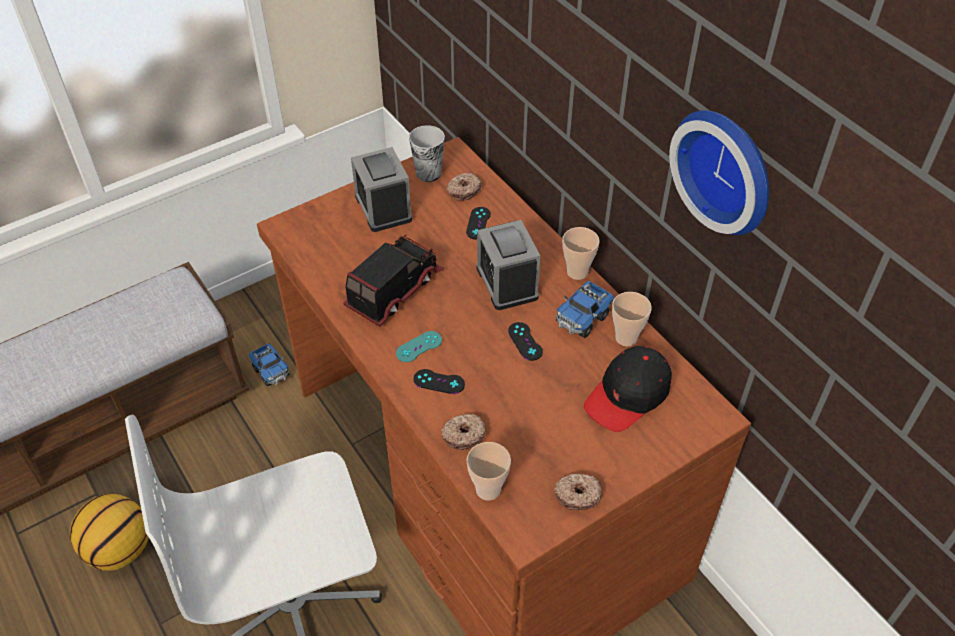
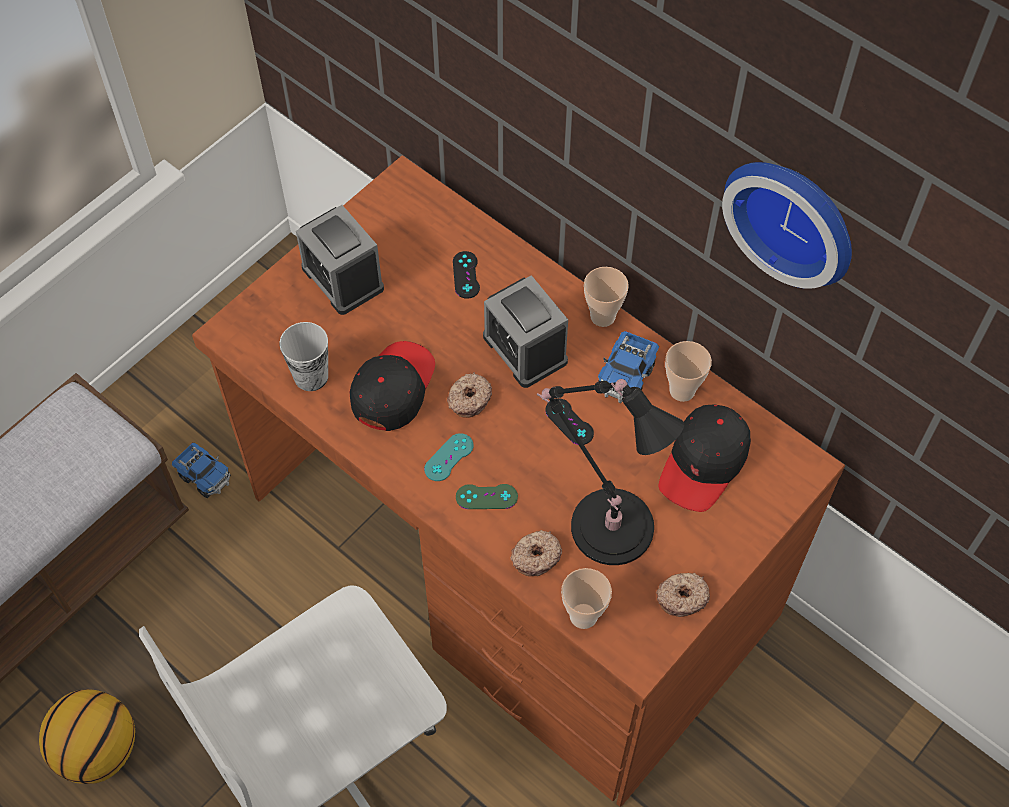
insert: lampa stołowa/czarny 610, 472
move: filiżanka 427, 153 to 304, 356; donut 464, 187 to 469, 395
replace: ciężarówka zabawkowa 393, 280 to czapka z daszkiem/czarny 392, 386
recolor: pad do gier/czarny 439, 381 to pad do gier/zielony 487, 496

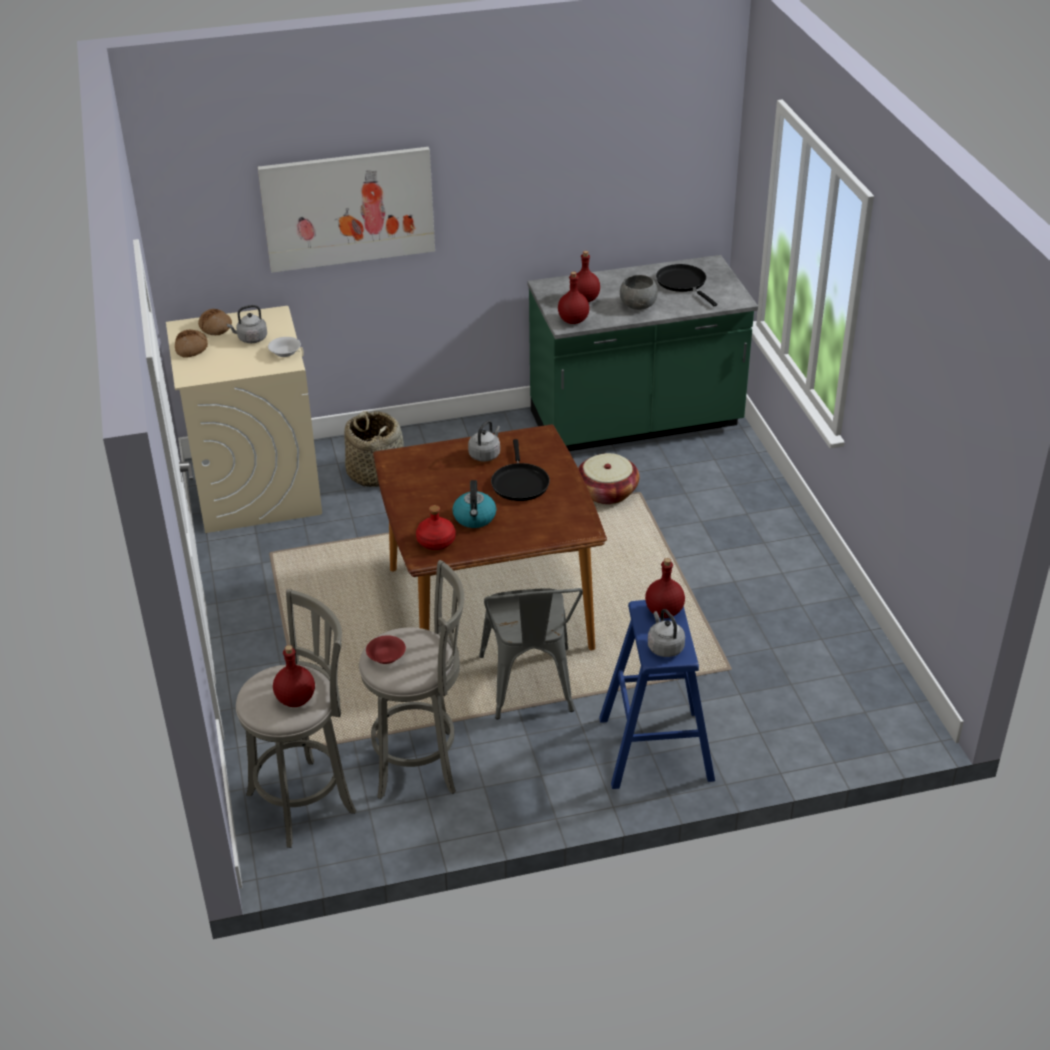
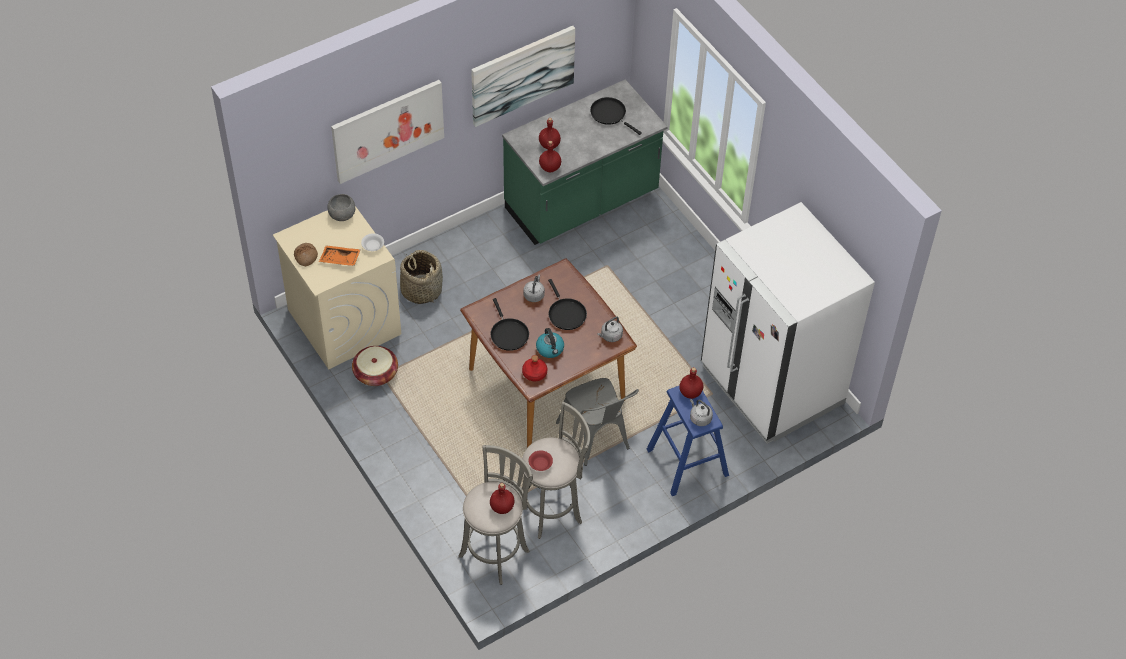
delete: chleb 215, 322
insert: taca/pomarańczowy 340, 256; obraz 523, 76; patelnia/czarny 510, 324; lodówka/biały 788, 323
move: czajnik/szary 247, 324 to 610, 329; koszyk 608, 478 to 375, 366; miska/szary 639, 292 to 341, 207

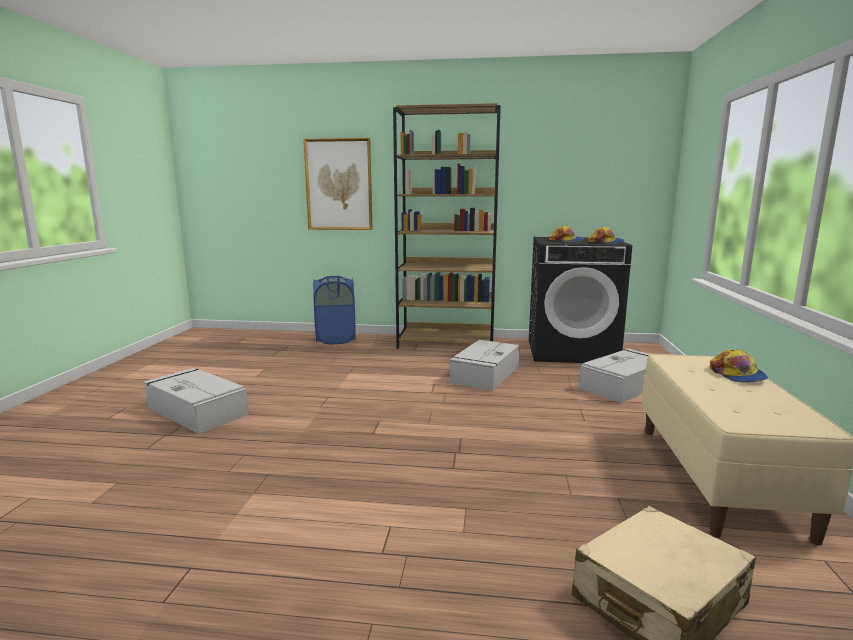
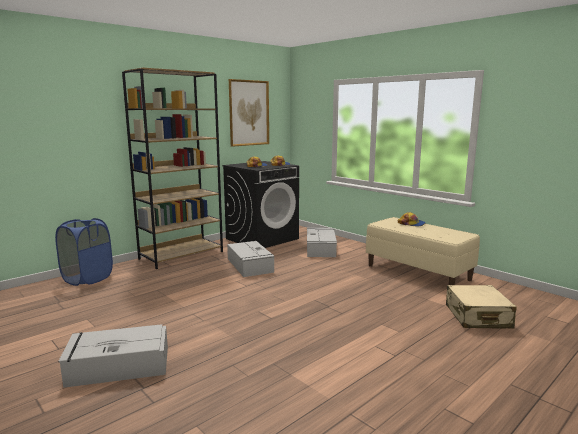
move: obraz 338, 184 to 249, 113

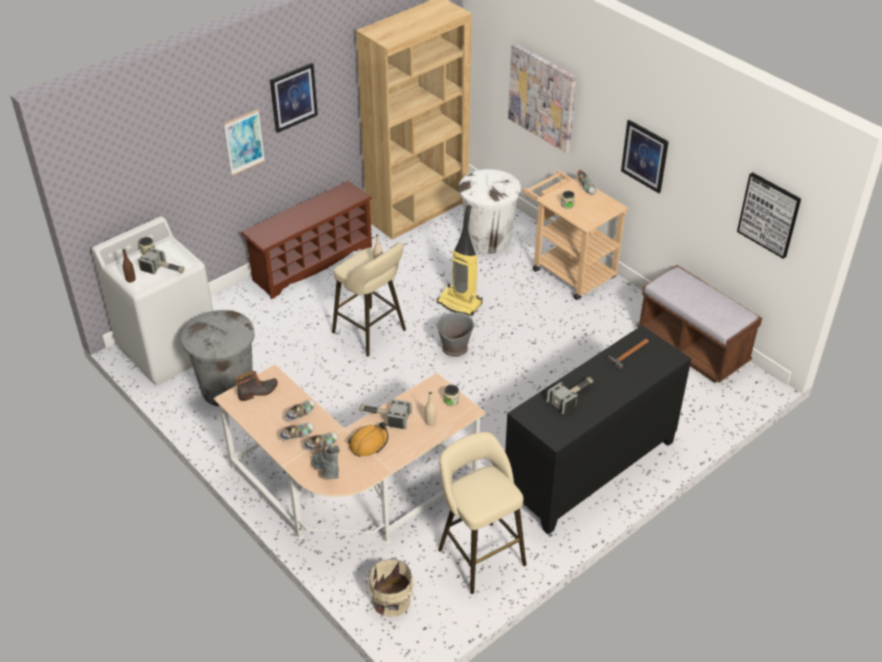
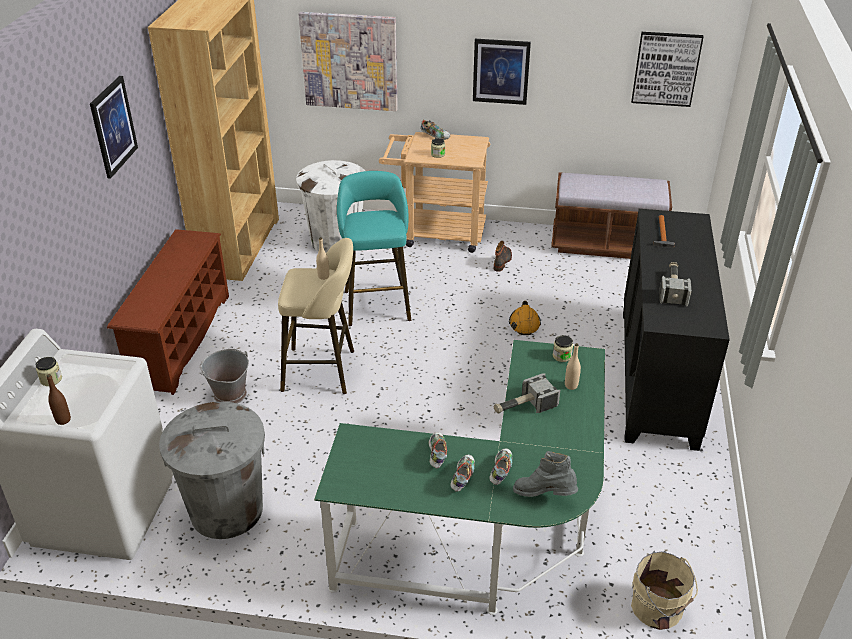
delete: młotek 161, 261; obraz 244, 142; stołek/beżowy 482, 513
move: but z cholewką 256, 386 to 503, 256; kask/pomarańczowy 368, 439 to 525, 318; wiadro/szary 455, 334 to 224, 376
replace: odkurzacz 459, 260 to stołek/turkusowy 374, 248
recolor: biurko/beżowy 349, 454 to biurko/zielony 459, 477

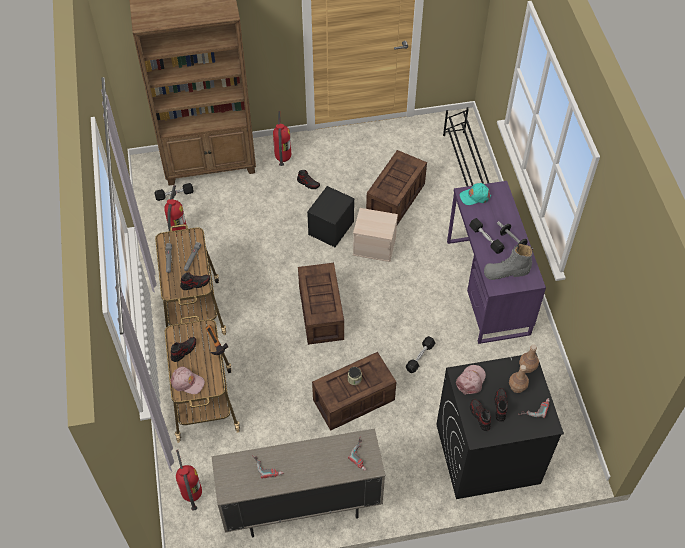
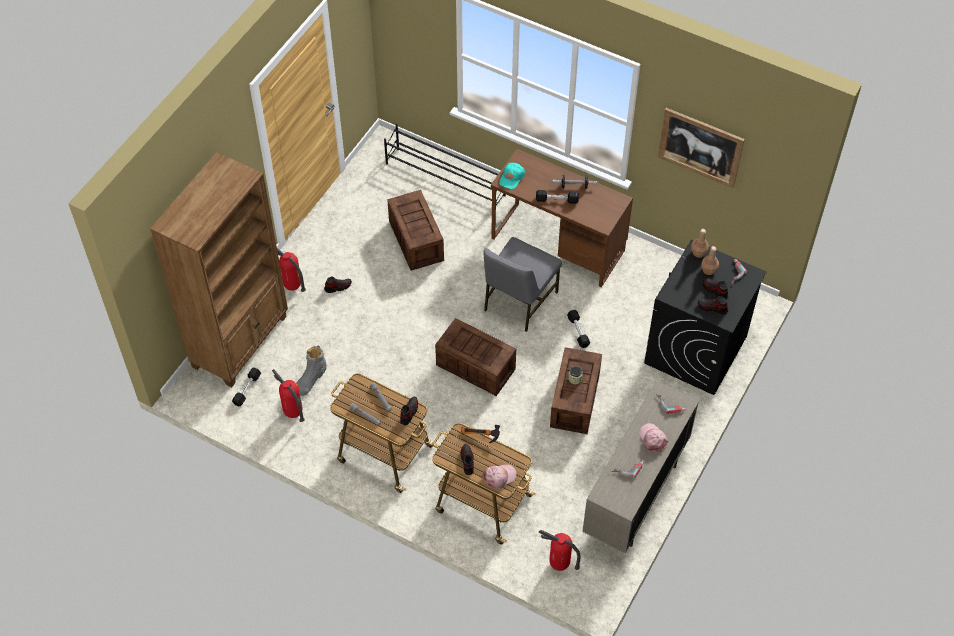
delete: pojemnik do przechowywania/czarny 331, 216; pojemnik do przechowywania/beżowy 375, 235
insert: krzesło/szary 522, 284; obraz 701, 148
move: czapka z daszkiem/różowy 471, 380 to 653, 437; but z cholewką/szary 508, 262 to 311, 371
recolor: biurko/fioletowy 496, 262 to biurko/brązowy 562, 218

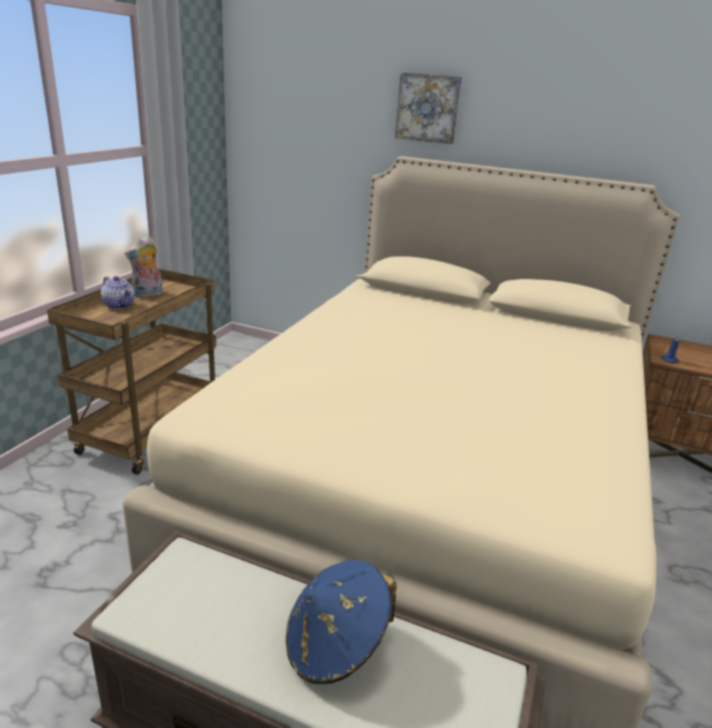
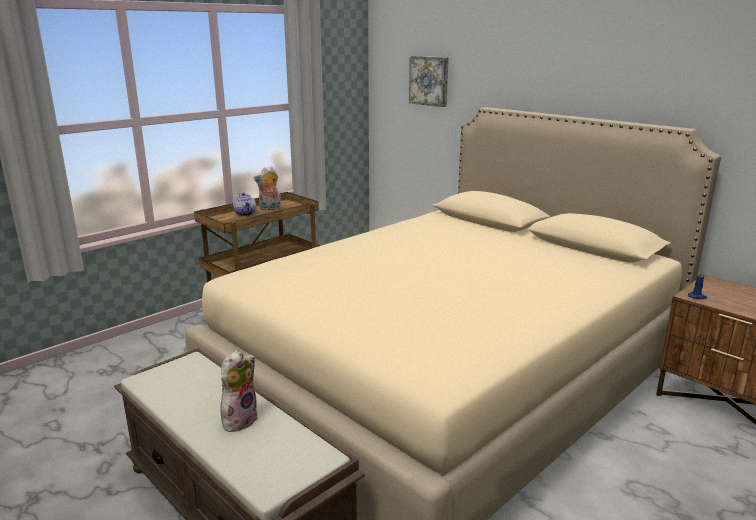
move: obraz 428, 108 to 429, 81
replace: kapelusz/niebieski 341, 622 to pluszak 239, 391

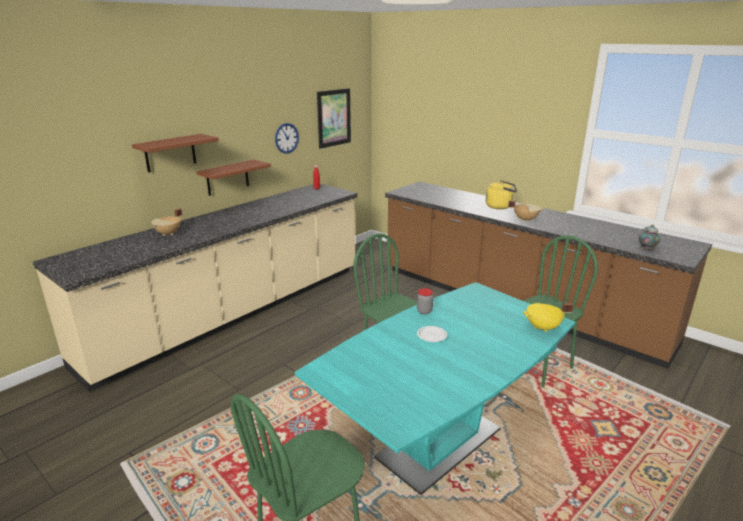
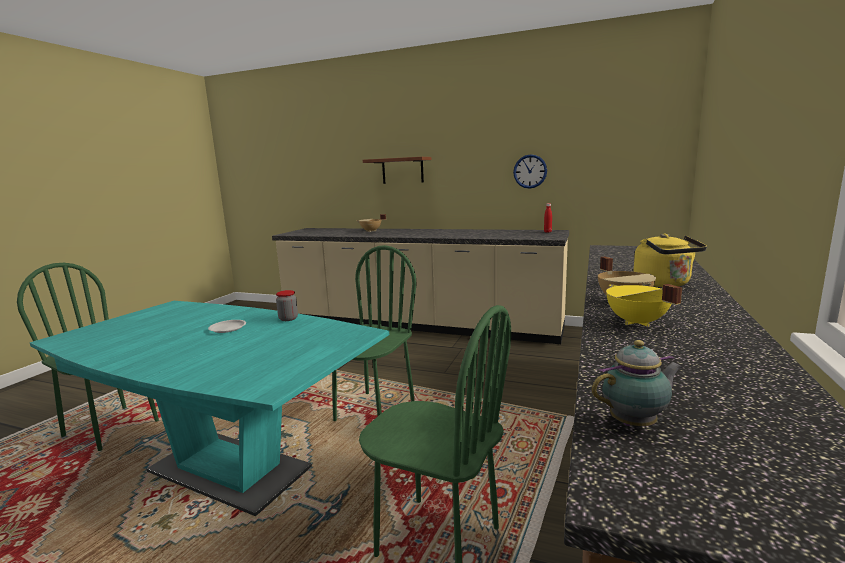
delete: półka/brązowy 234, 178; obraz 334, 118
move: garnek/żółty 548, 317 to 644, 305

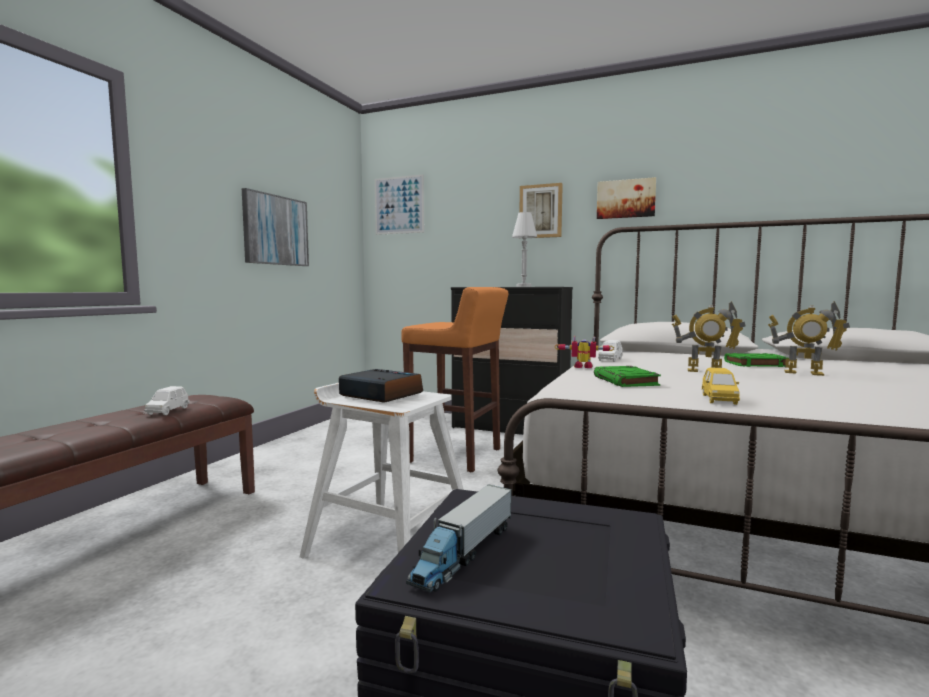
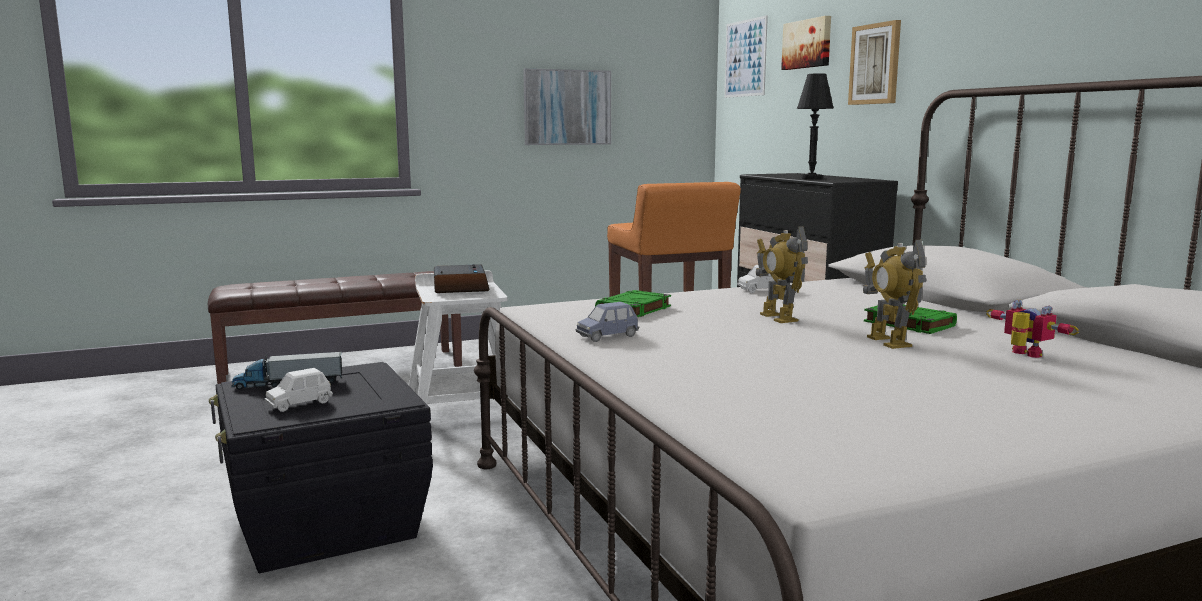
move: samochodzik/biały 167, 400 to 299, 390; robot zabawkowy 584, 352 to 1032, 328; obraz 626, 198 to 806, 43
recolor: lampa stołowa/biały 524, 249 to lampa stołowa/czarny 815, 126; samochodzik/żółty 721, 386 to samochodzik/niebieski 607, 322

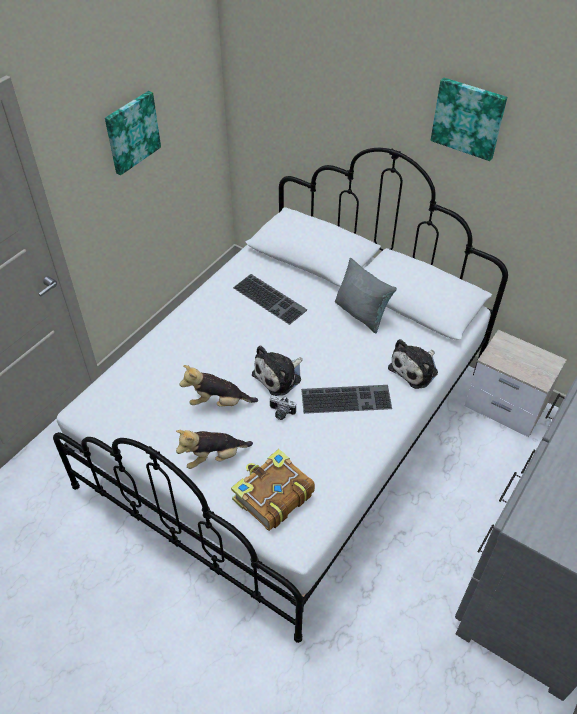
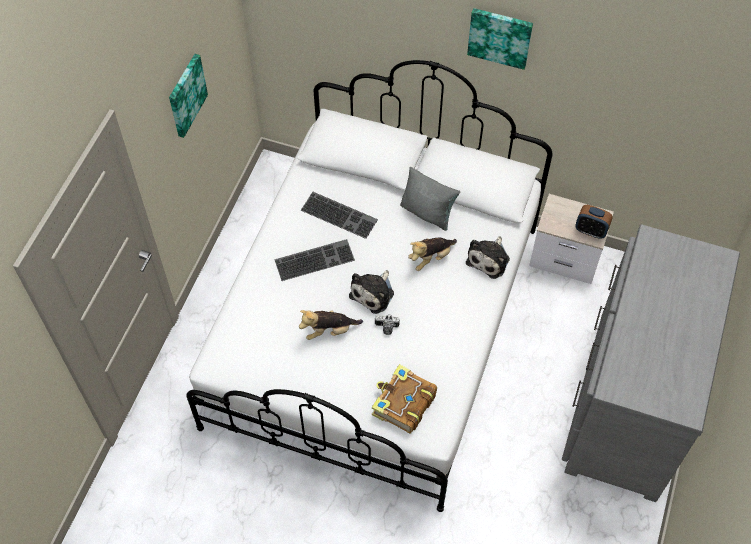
insert: budzik 594, 222
move: pluszak 214, 449 to 432, 254; klawiatura 346, 399 to 315, 260

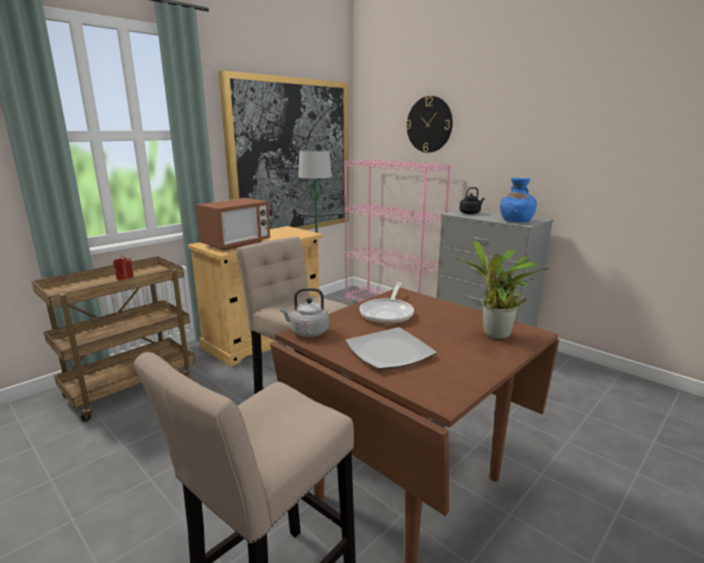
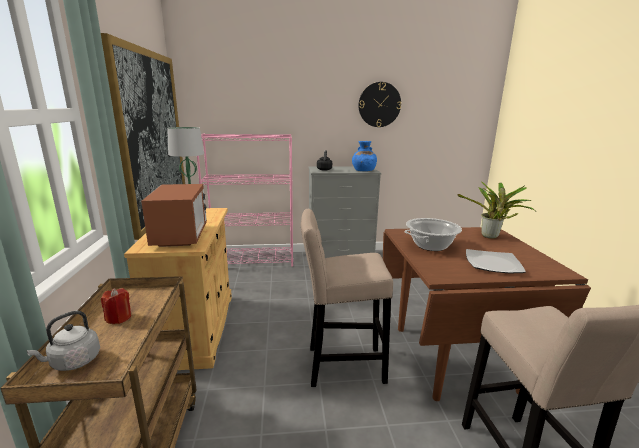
move: czajnik/szary 304, 312 to 63, 341; zegar ścienny 429, 124 to 380, 104
replace: patelnia 387, 303 to garnek 433, 234

